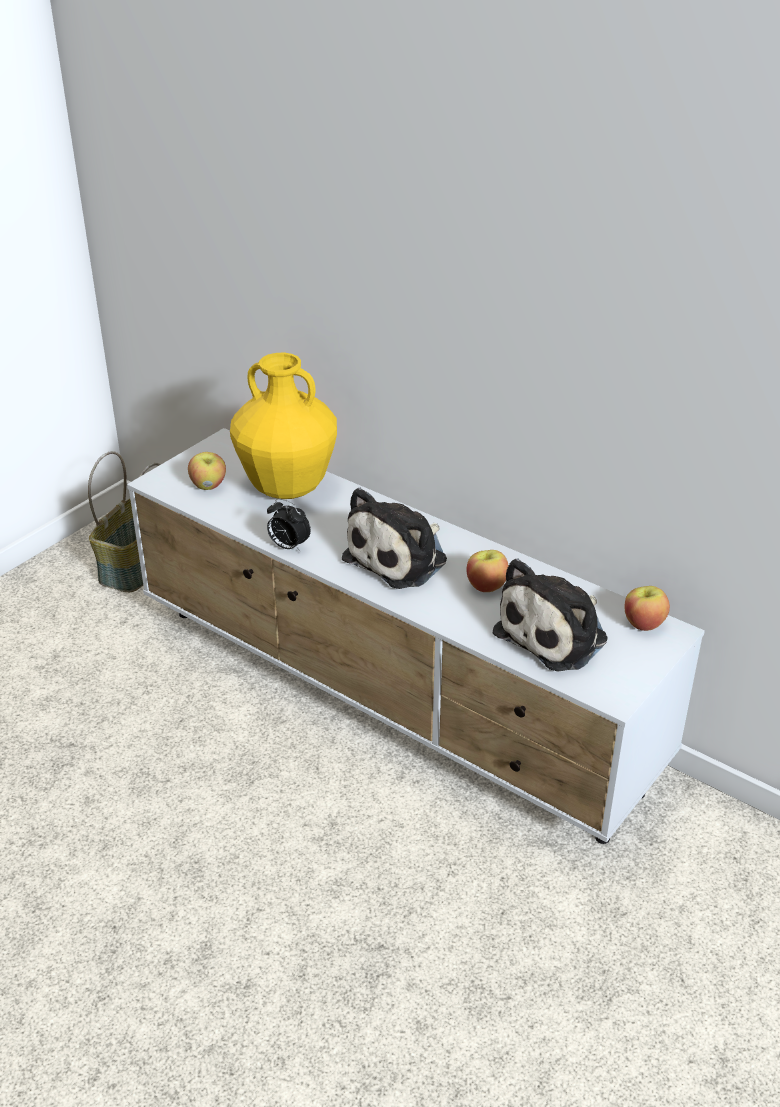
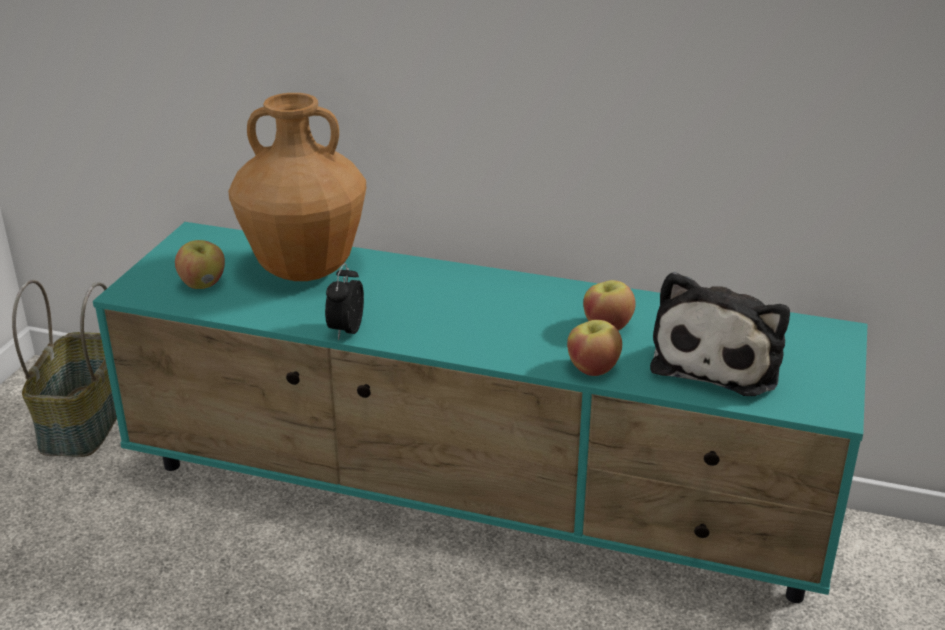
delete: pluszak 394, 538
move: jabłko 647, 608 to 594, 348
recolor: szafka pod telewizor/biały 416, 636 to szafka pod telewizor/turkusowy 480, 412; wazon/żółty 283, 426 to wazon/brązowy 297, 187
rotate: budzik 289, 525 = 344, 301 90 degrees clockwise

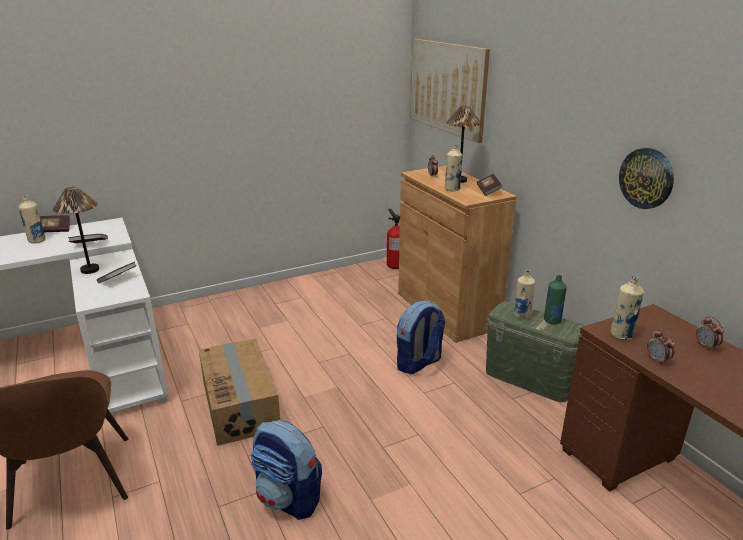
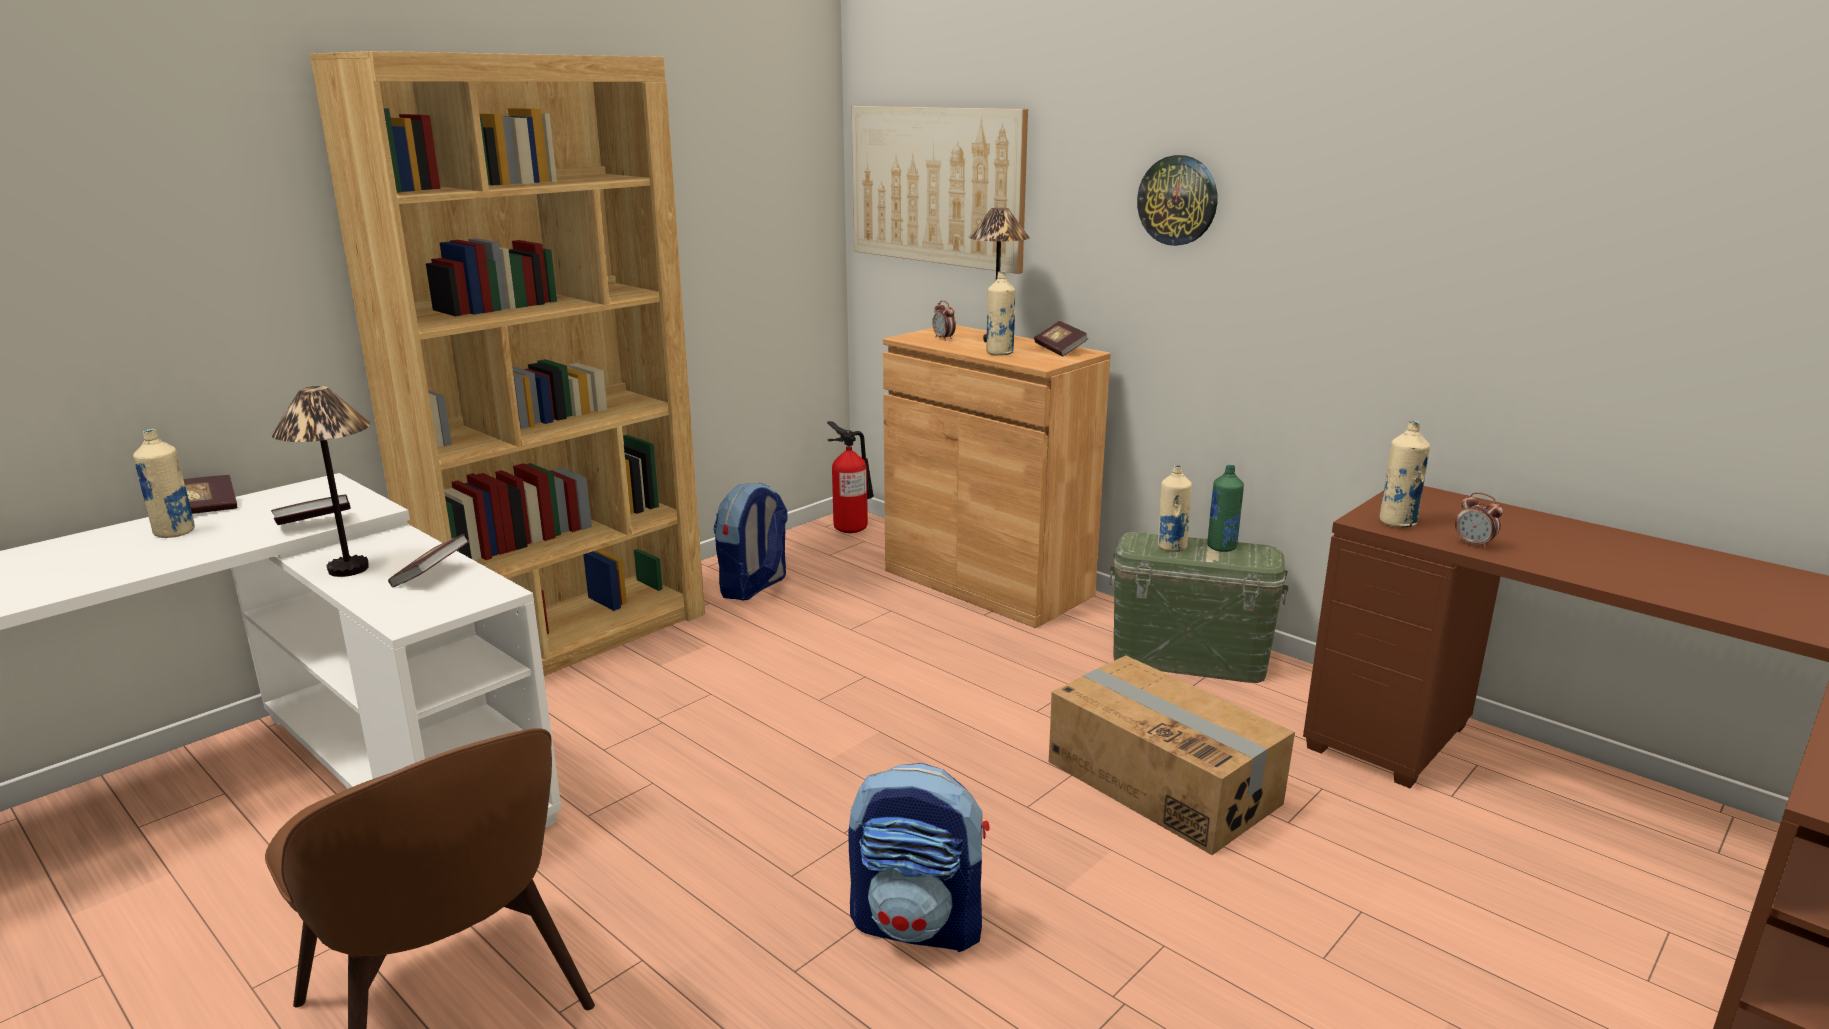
delete: budzik 710, 333
insert: regał/brązowy 507, 363
move: karton 239, 392 to 1172, 755; plecak 421, 337 to 750, 541; zegar ścienny 646, 178 to 1177, 200

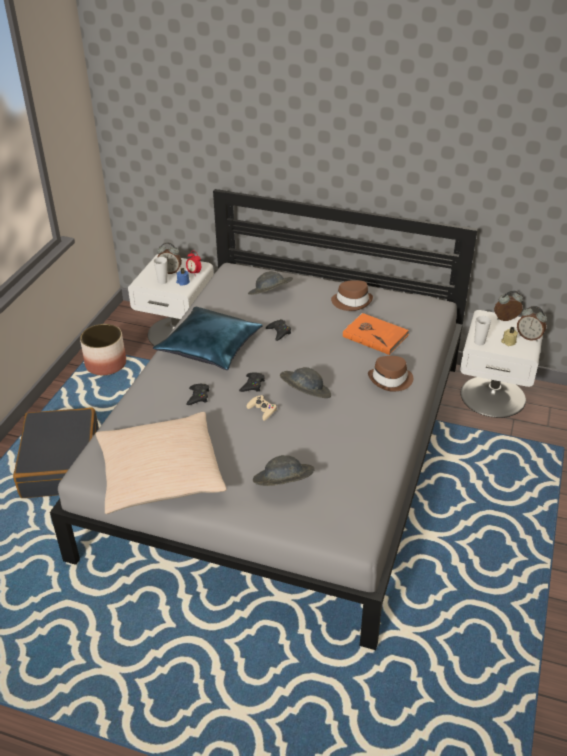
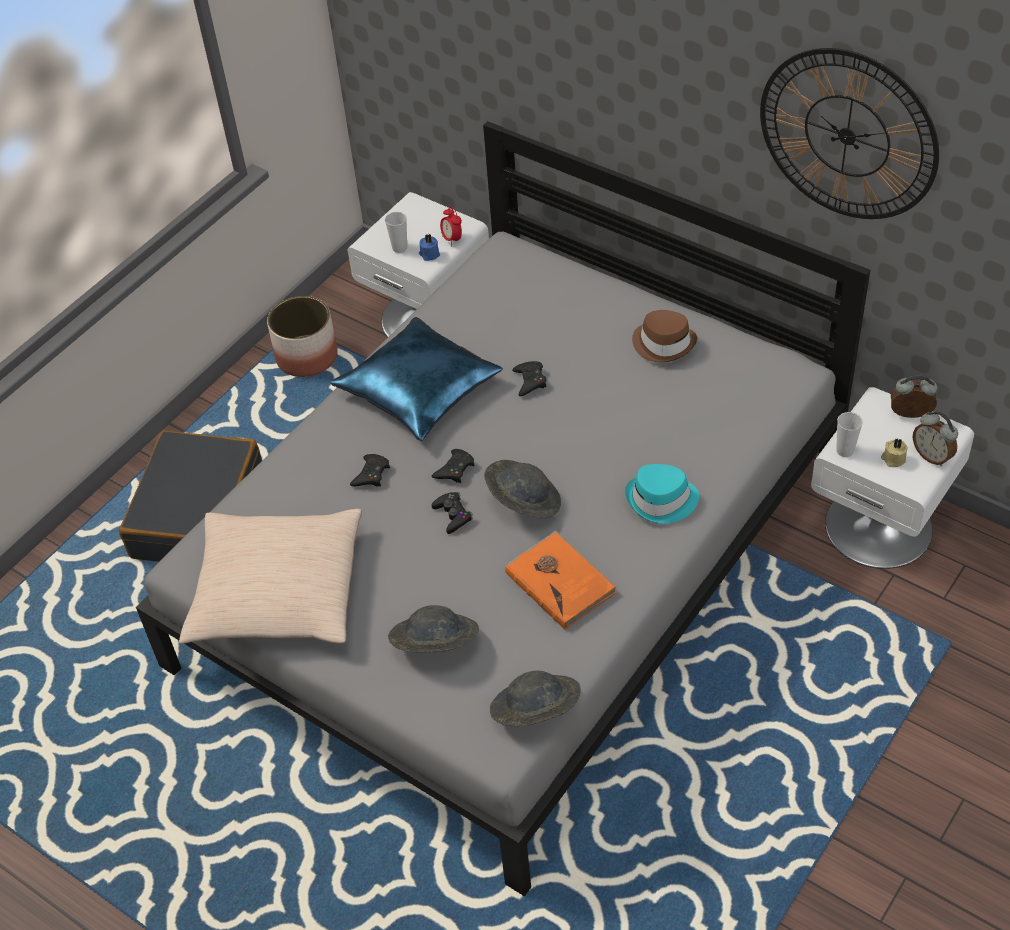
delete: budzik 169, 258
insert: zegar ścienny 849, 133
move: kapelusz/szary 270, 283 to 535, 698; książka/pomarańczowy 376, 334 to 561, 580
recolor: pad do gier/beżowy 262, 408 to pad do gier/czarny 452, 513; kapelusz/brązowy 390, 374 to kapelusz/turkusowy 662, 494

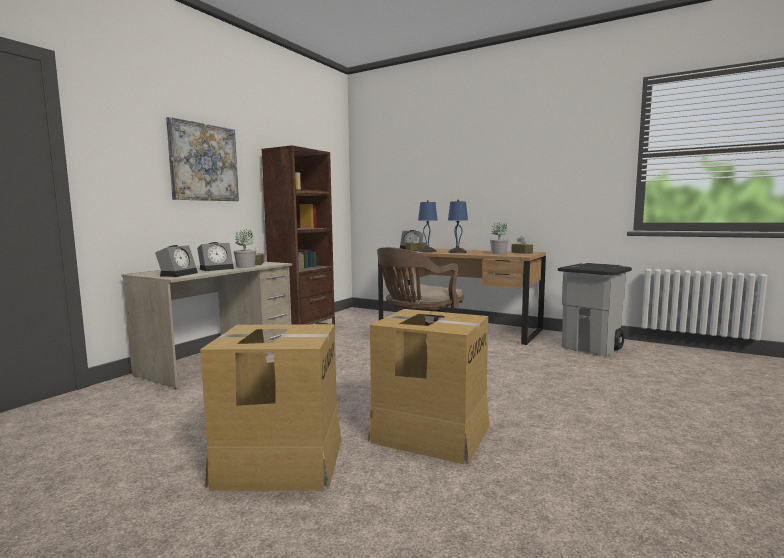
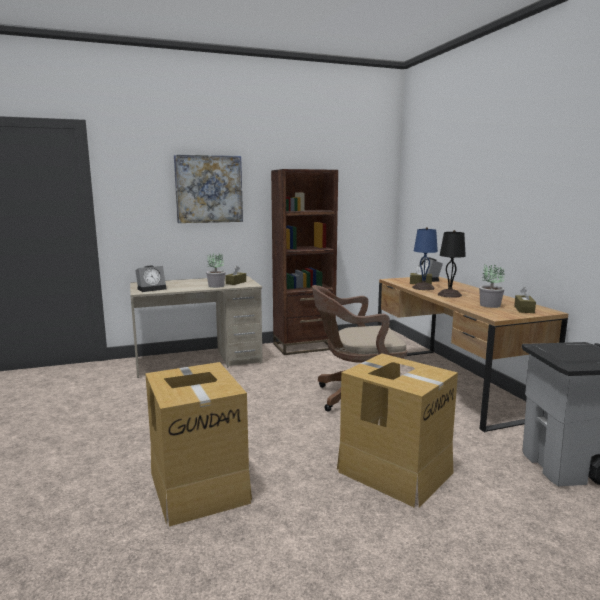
delete: budzik 215, 256
move: karton 271, 407 to 397, 430
recolor: lampa stołowa/niebieski 458, 226 to lampa stołowa/czarny 452, 264

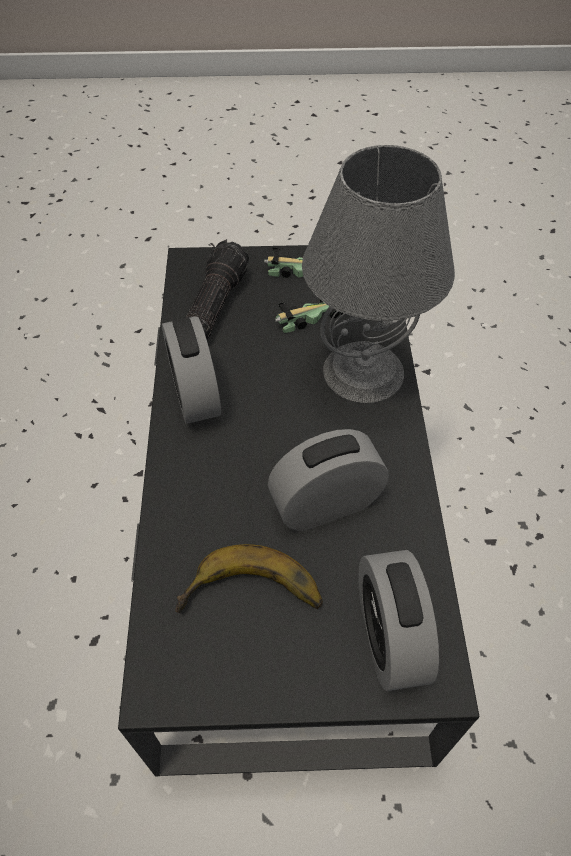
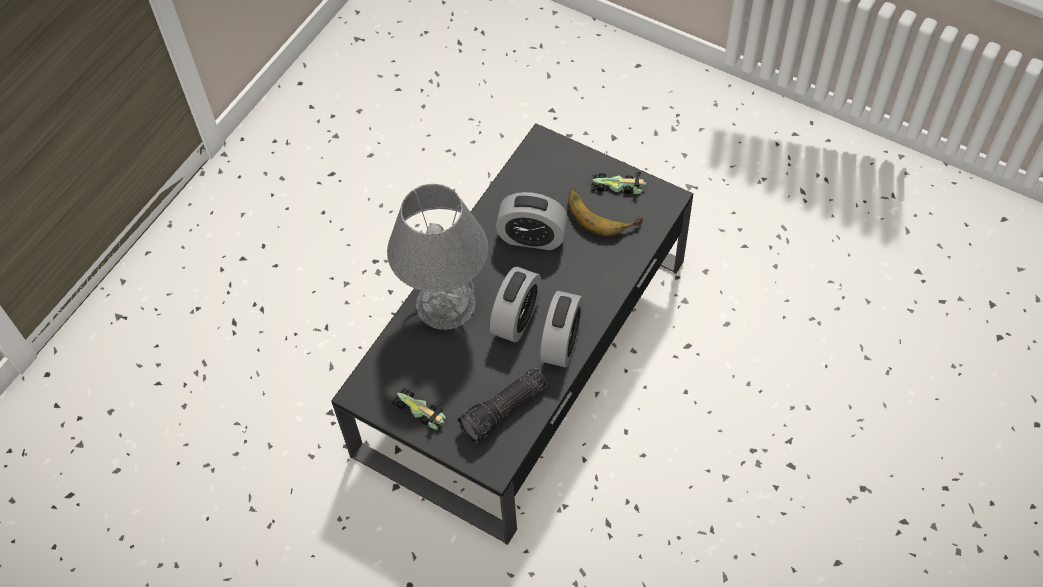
move: samochodzik 309, 316 to 619, 183; budzik 399, 620 to 516, 304

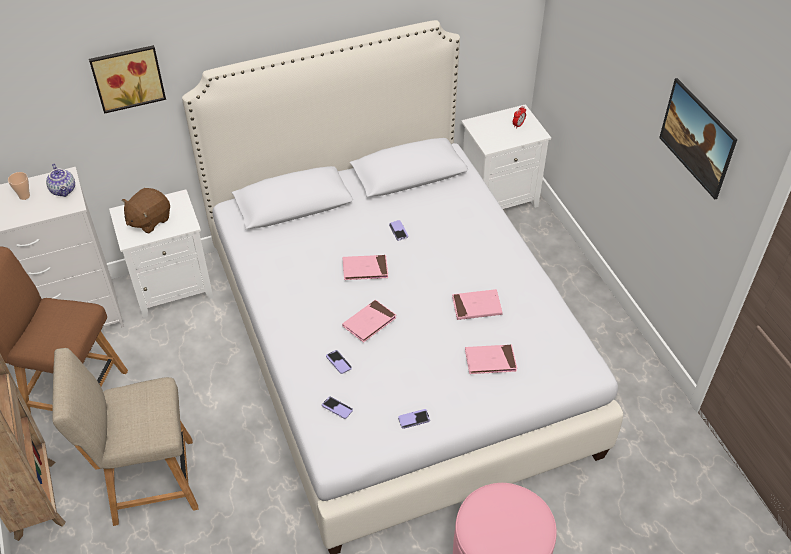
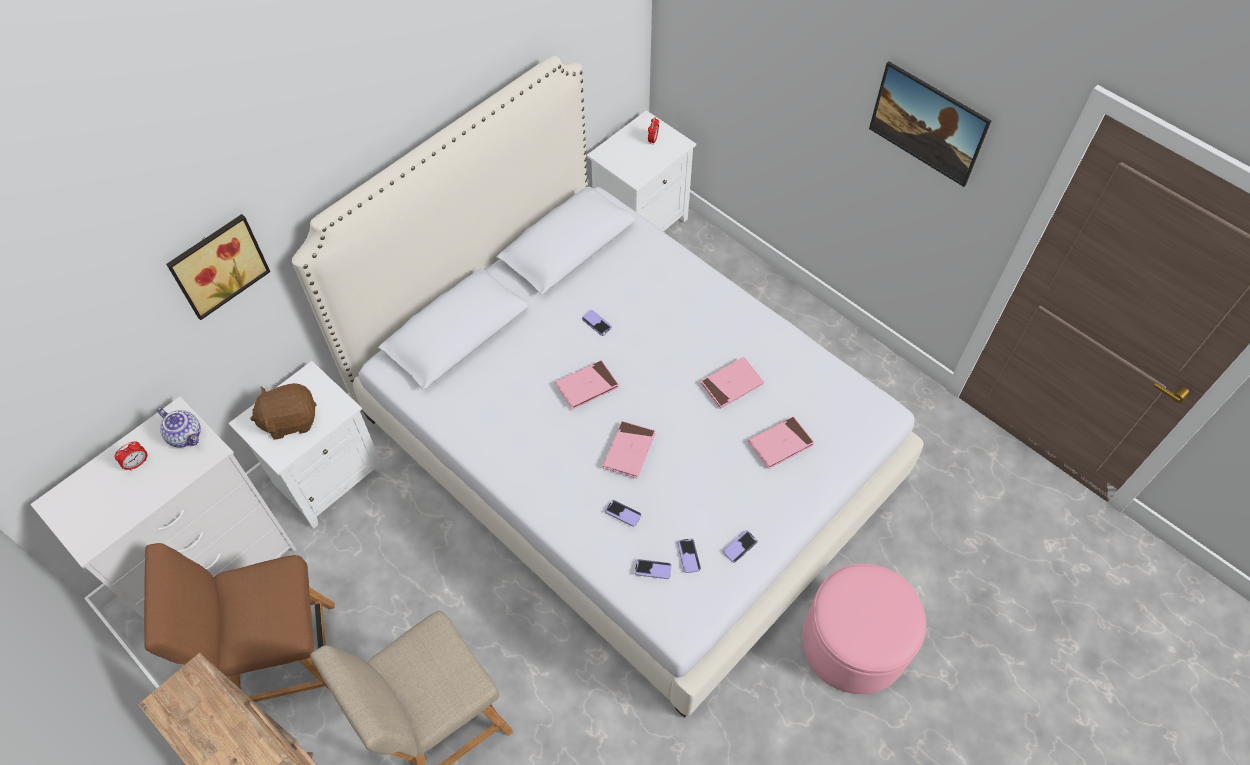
insert: telefon 689, 555
replace: filiżanka 19, 186 to budzik 131, 456
rotate: pluszak/brązowy 146, 210 = 283, 411 60 degrees clockwise

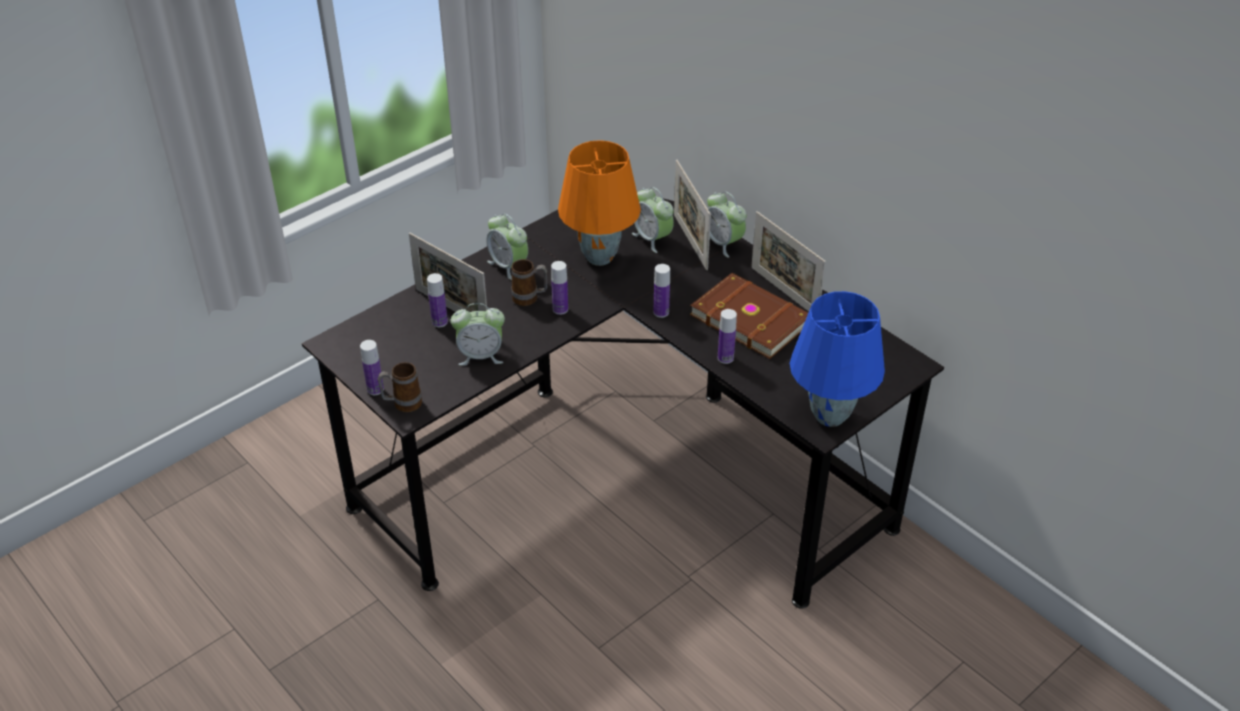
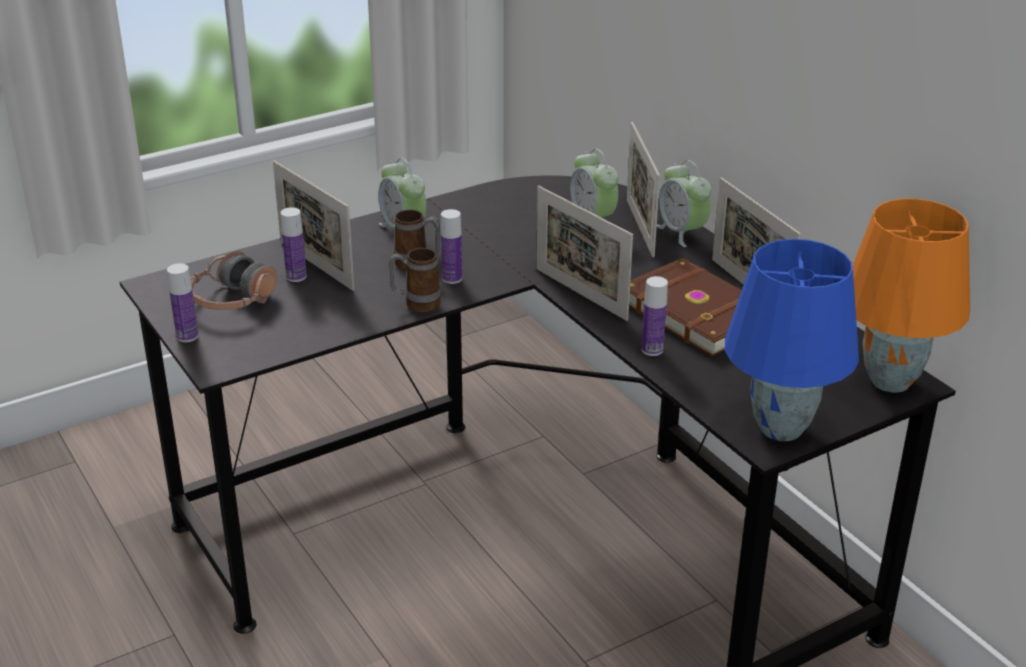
delete: budzik 478, 334
insert: słuchawki 233, 280
move: kubek 400, 387 to 415, 280; lampa stołowa/pomarańczowy 599, 203 to 911, 295
replace: butelka 662, 291 to ramka na zdjęcie 584, 253

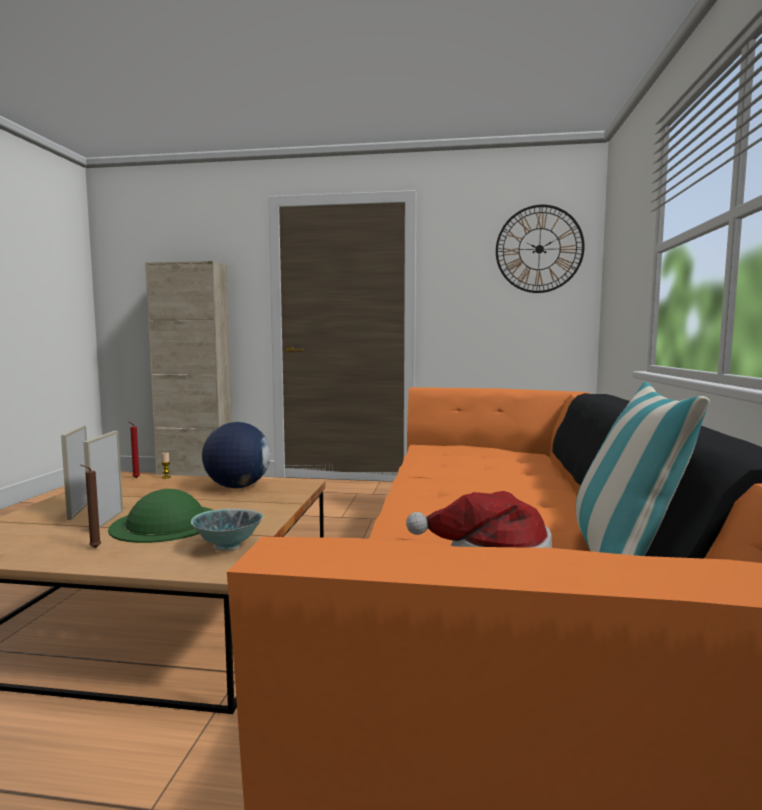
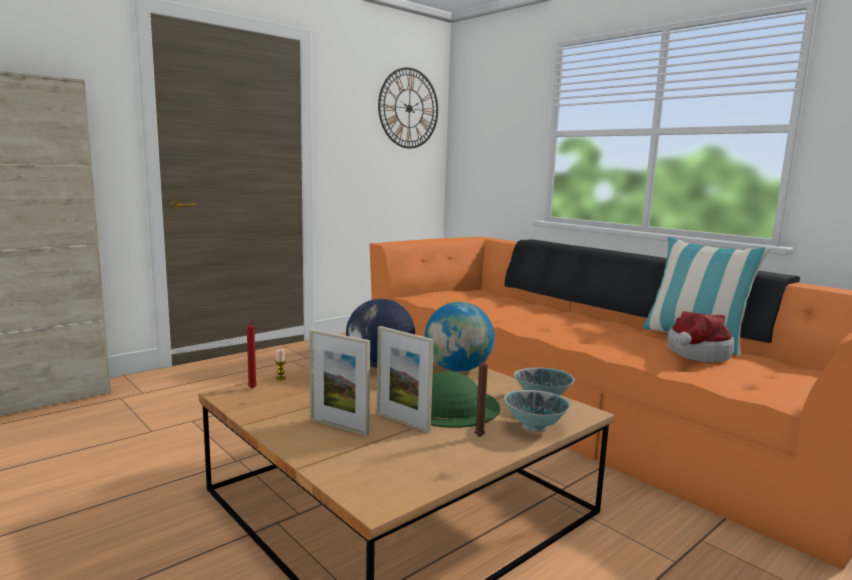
insert: globus 459, 337; miska 537, 411

